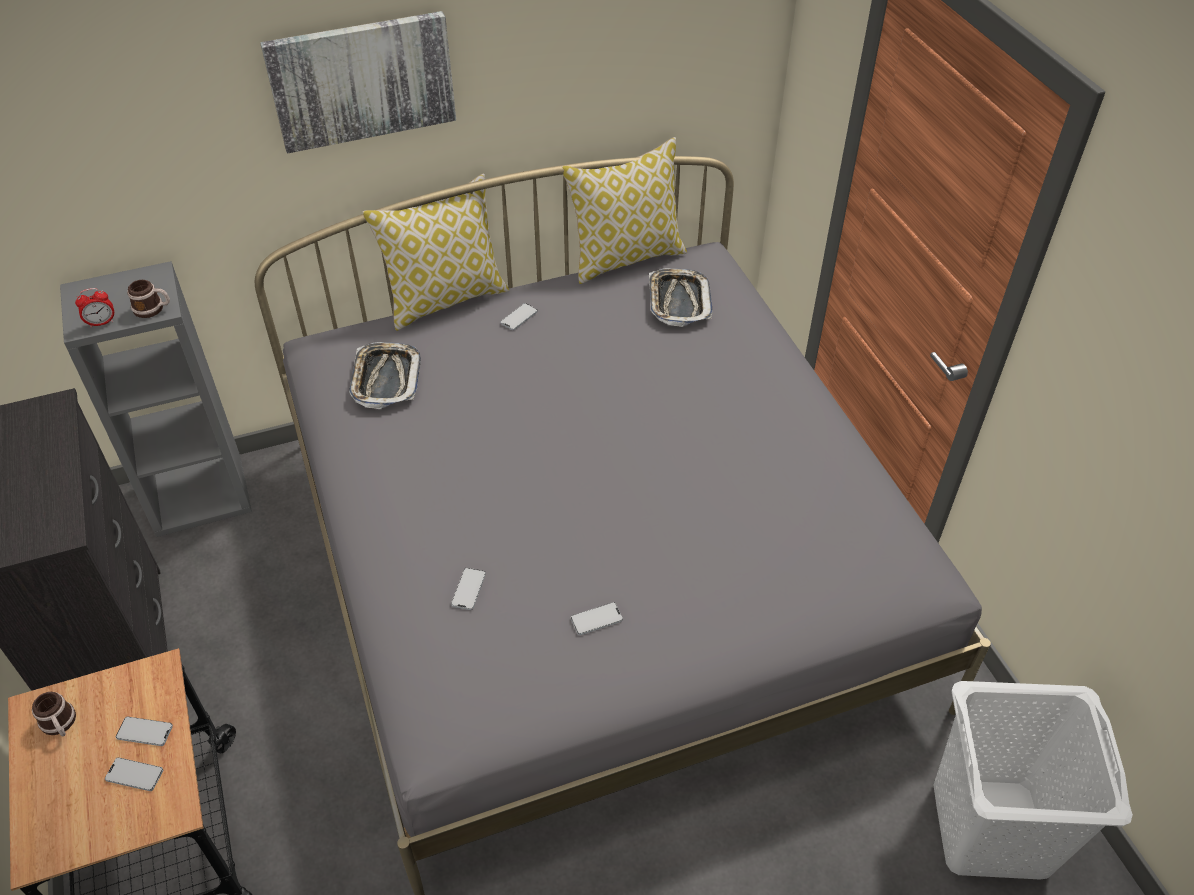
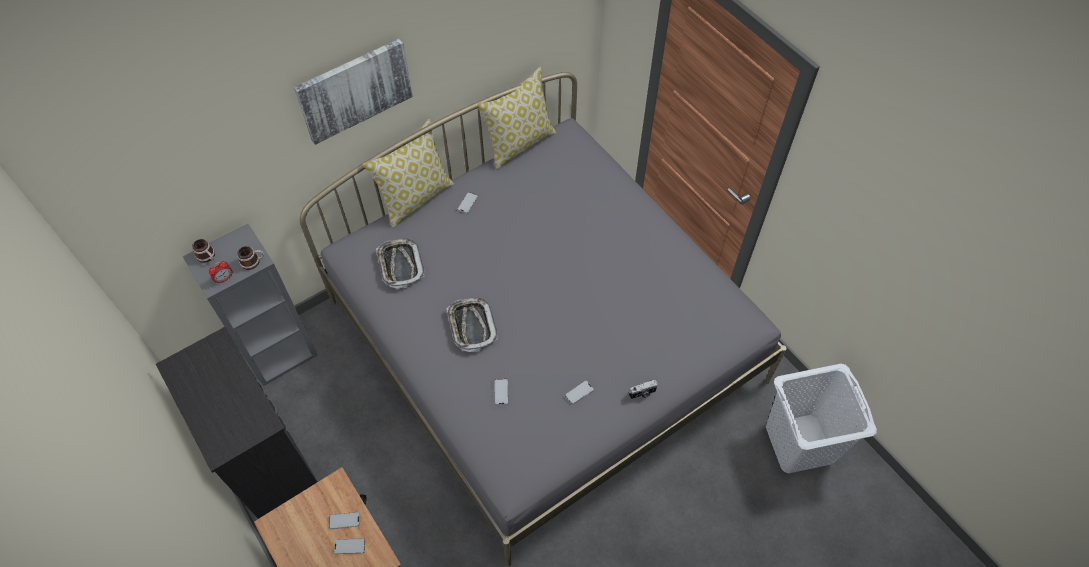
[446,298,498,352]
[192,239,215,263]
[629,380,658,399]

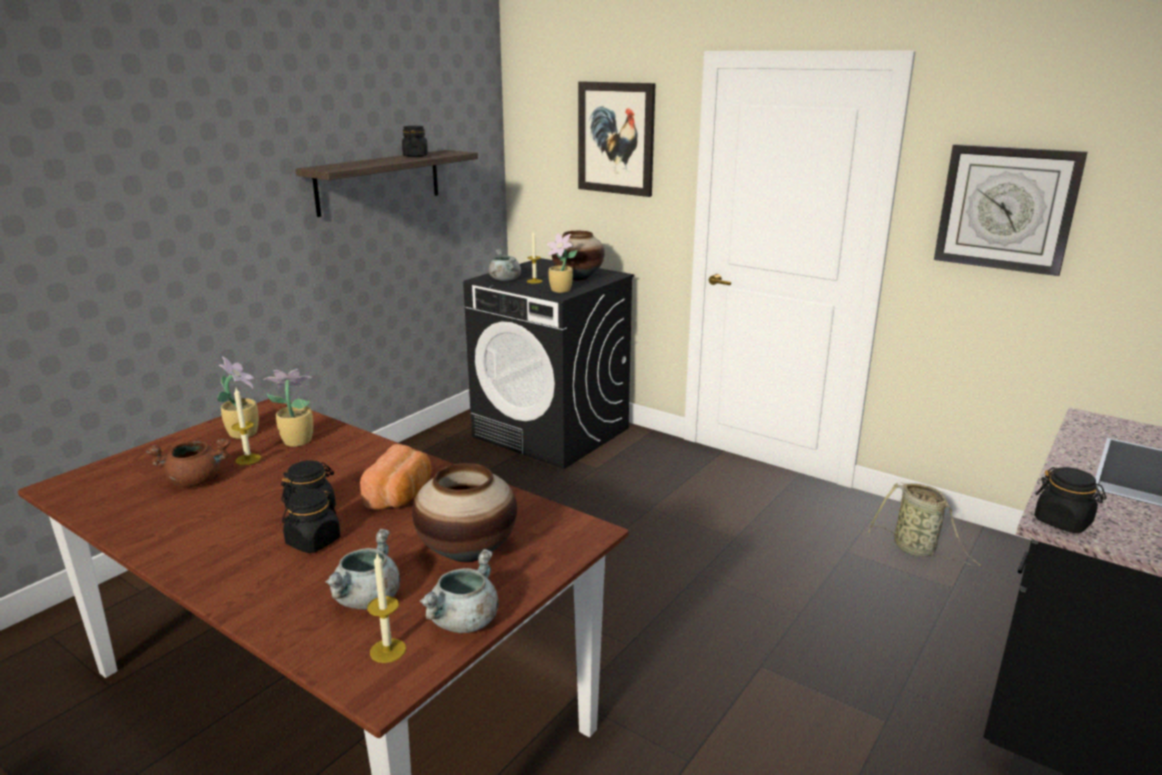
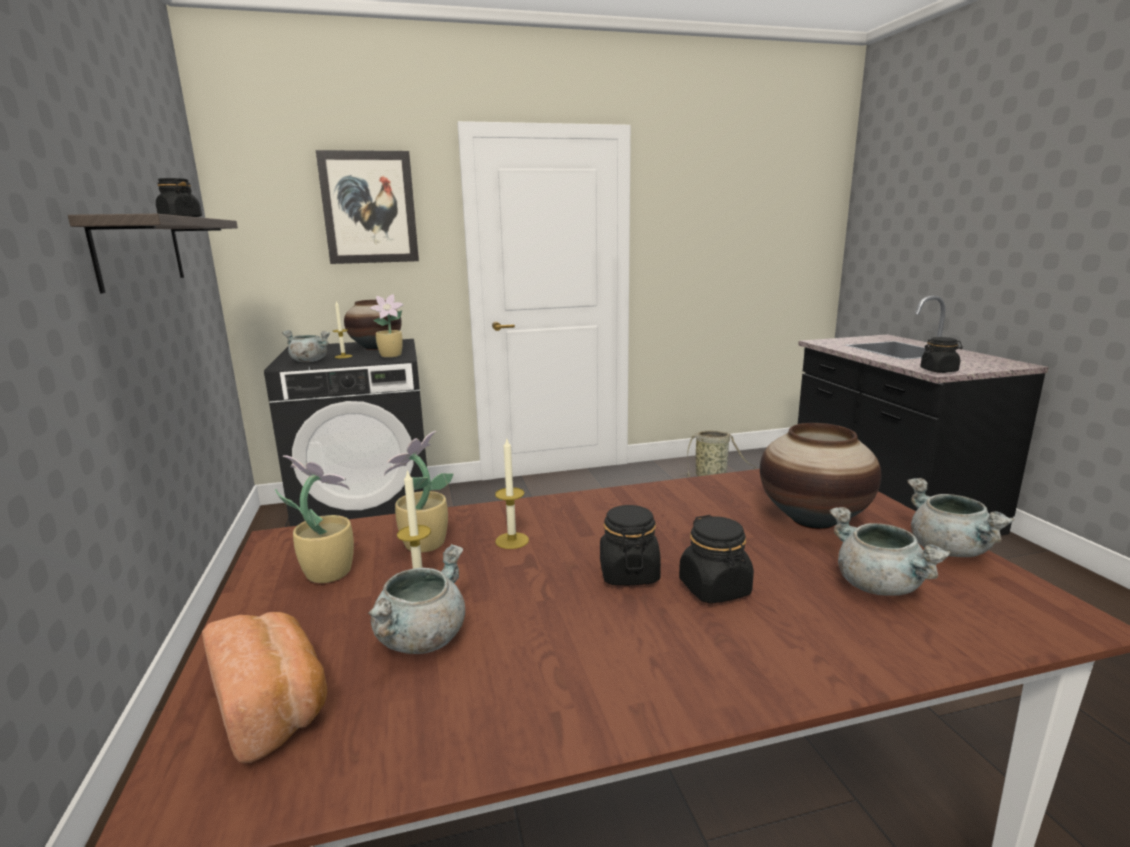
[934,144,1088,276] (first image)
[368,544,465,654]
[202,612,327,763]
[495,439,529,549]

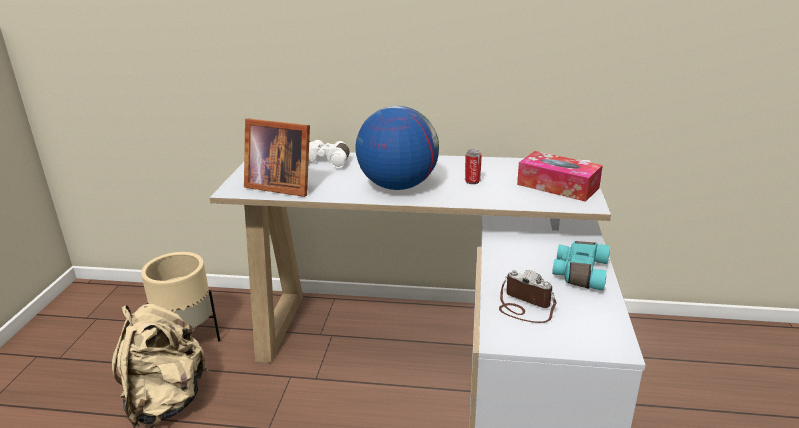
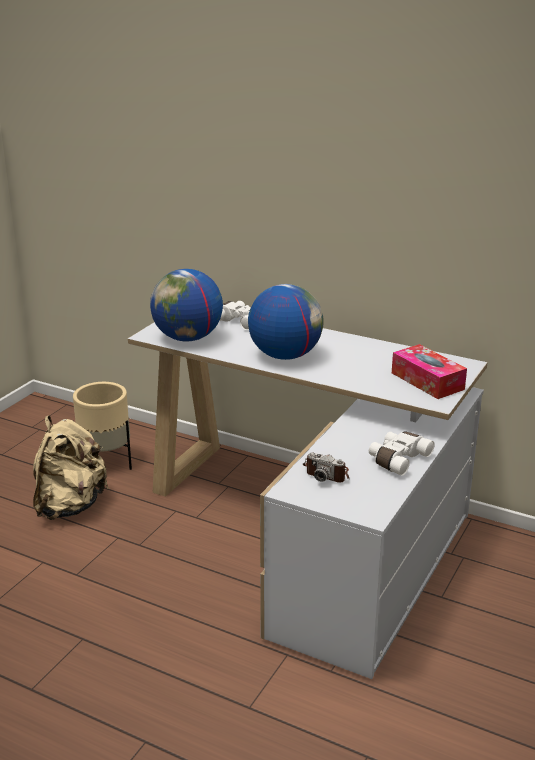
[150,269,223,342]
[465,149,482,184] (first image)
[369,431,435,476]
[303,452,349,483]

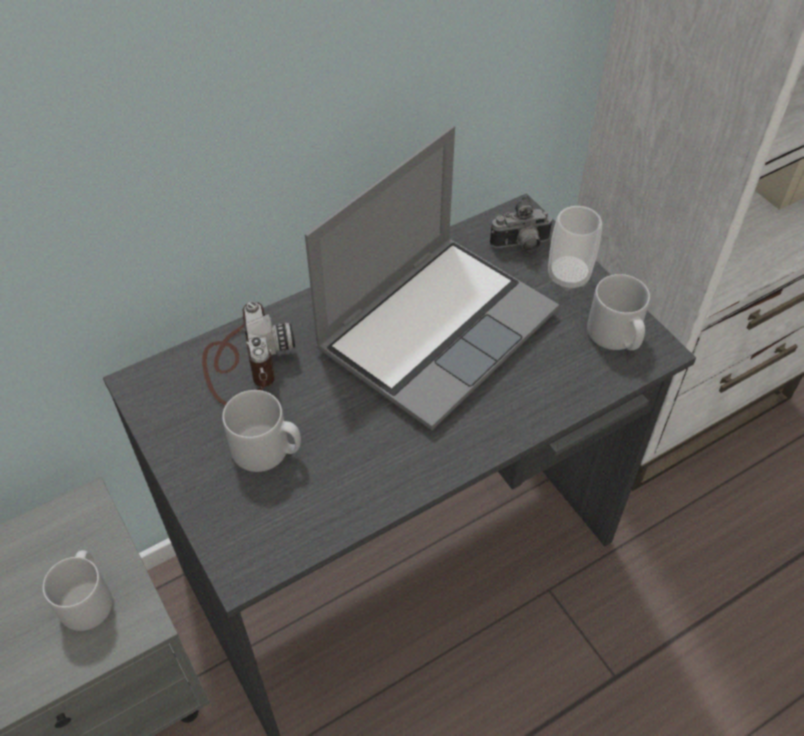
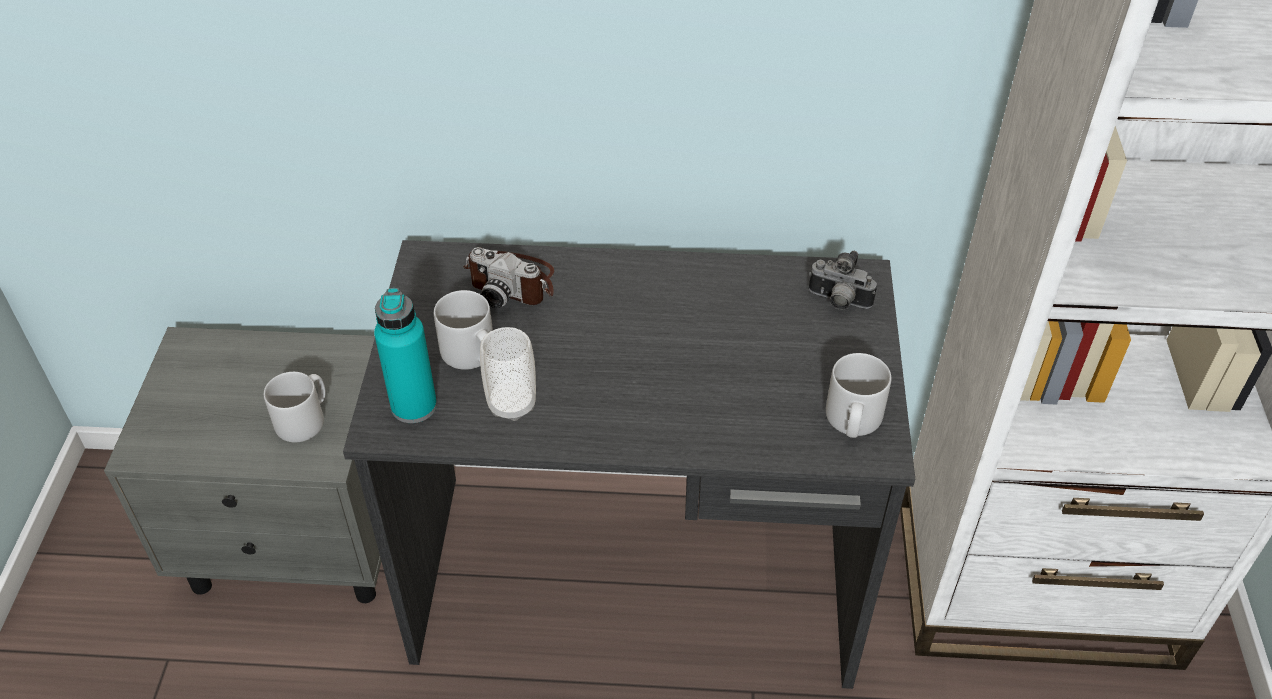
[305,125,559,430] (first image)
[480,327,536,421]
[463,247,554,308]
[374,288,437,423]

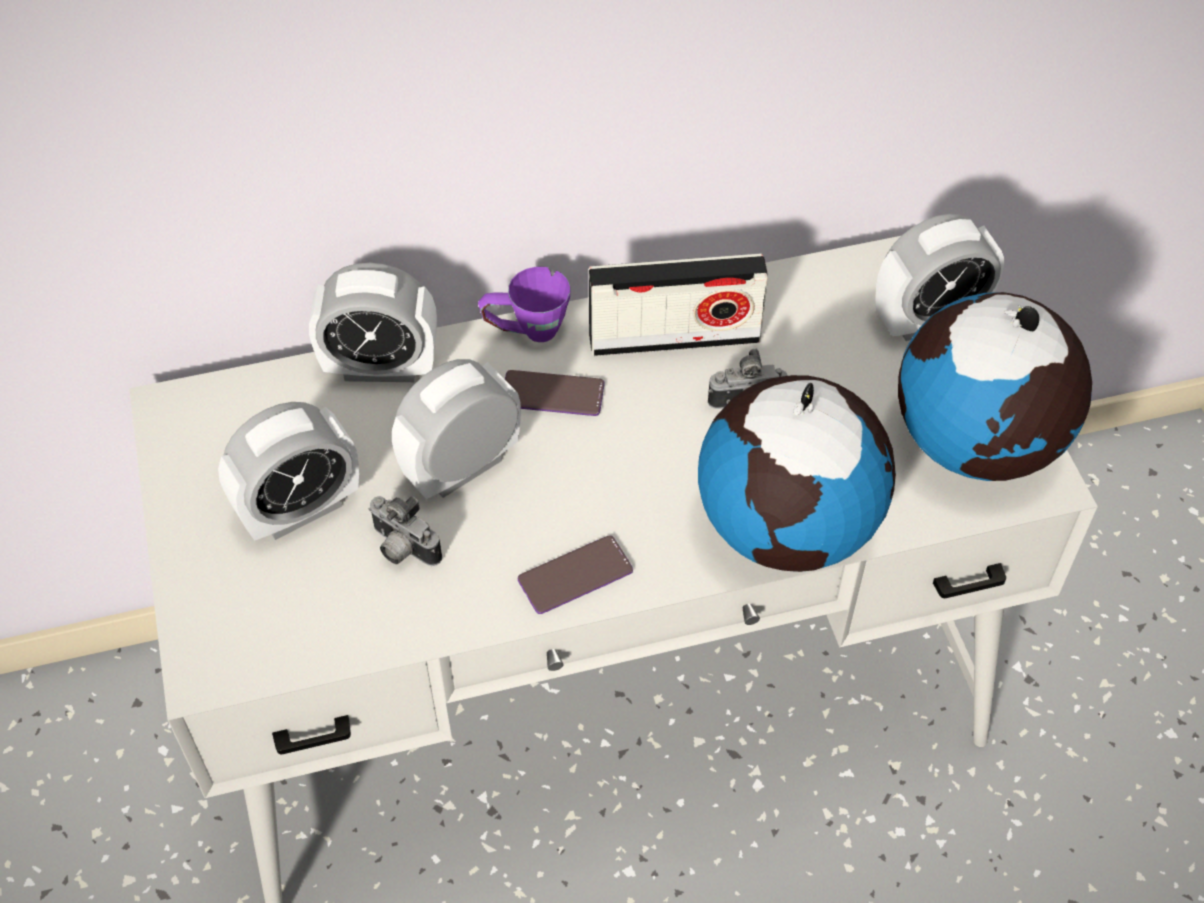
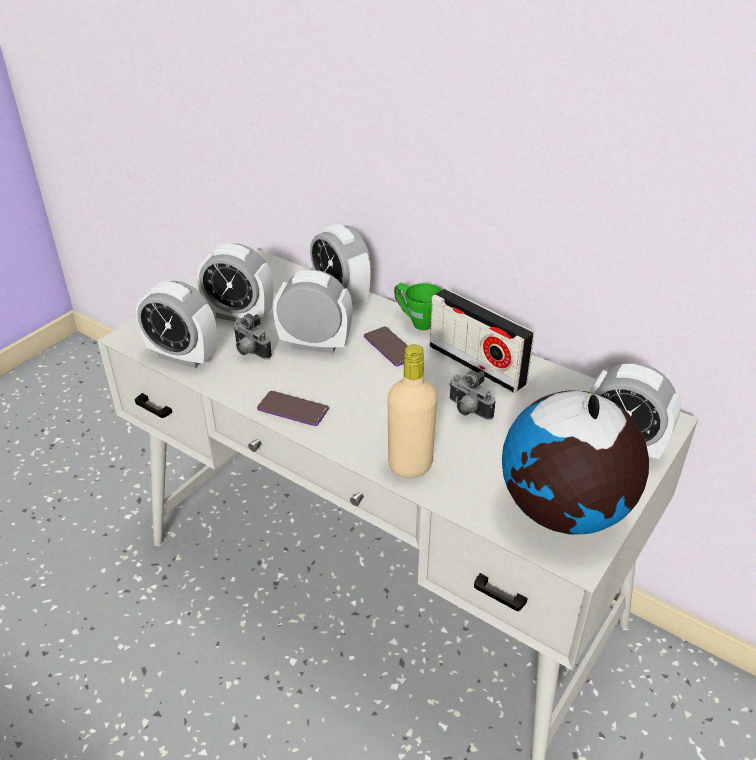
[394,283,441,330]
[388,345,438,478]
[233,314,272,359]
[136,281,217,368]

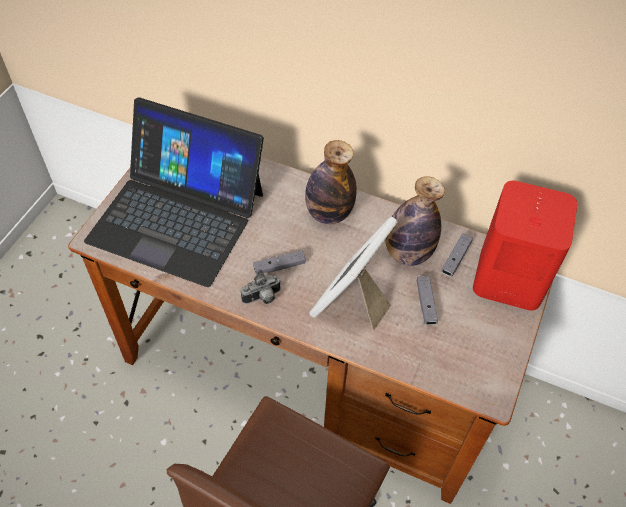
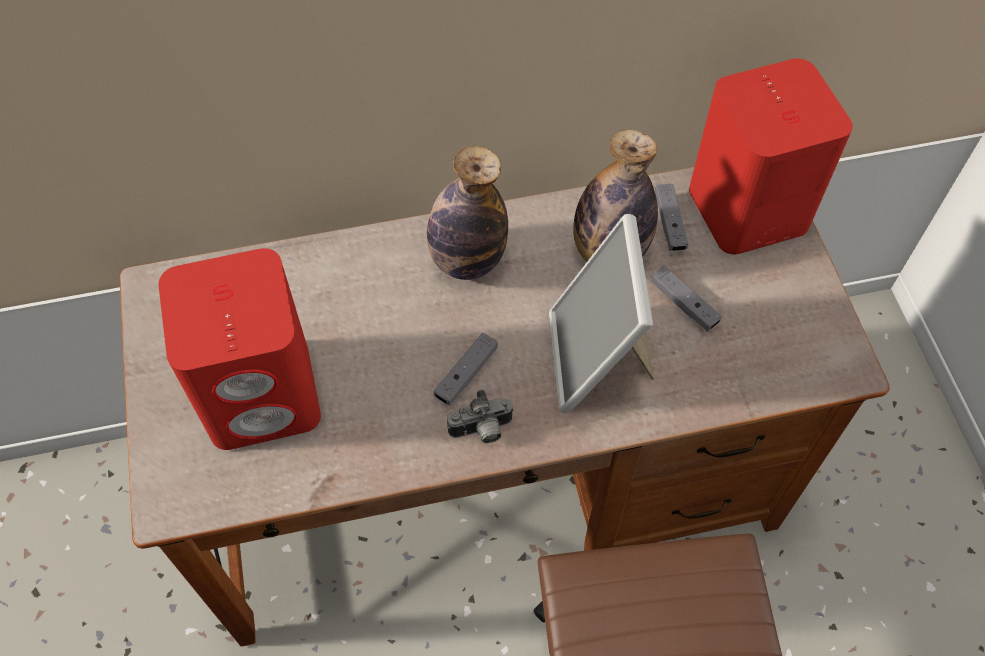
[159,248,321,450]
[447,390,514,443]

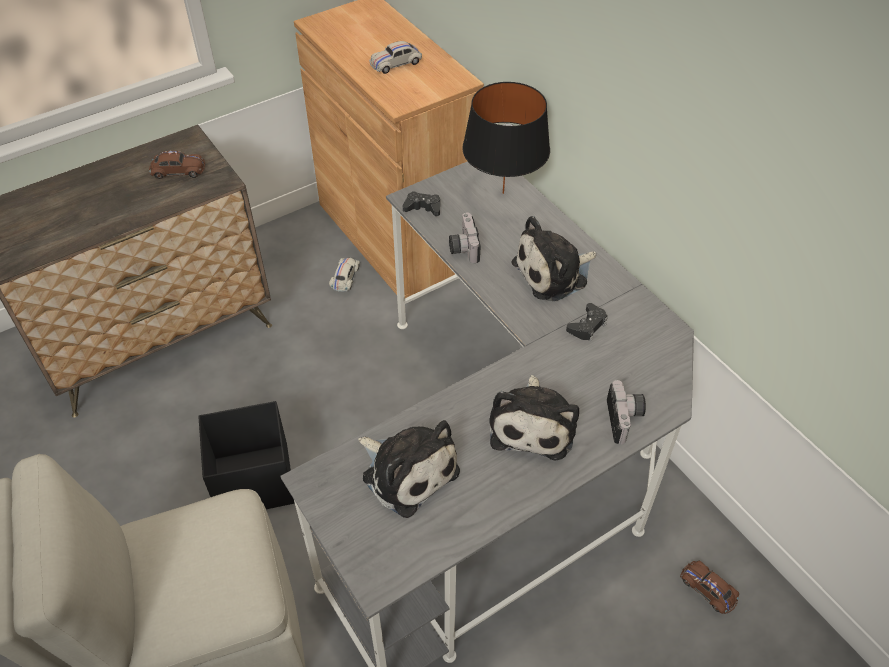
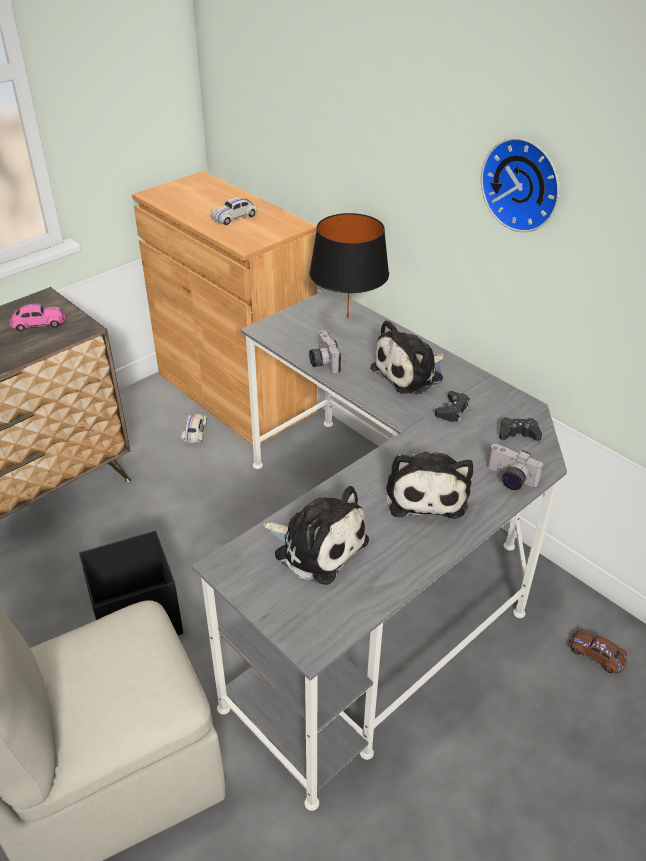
[10,304,65,331]
[499,418,542,441]
[487,444,543,490]
[481,138,560,232]

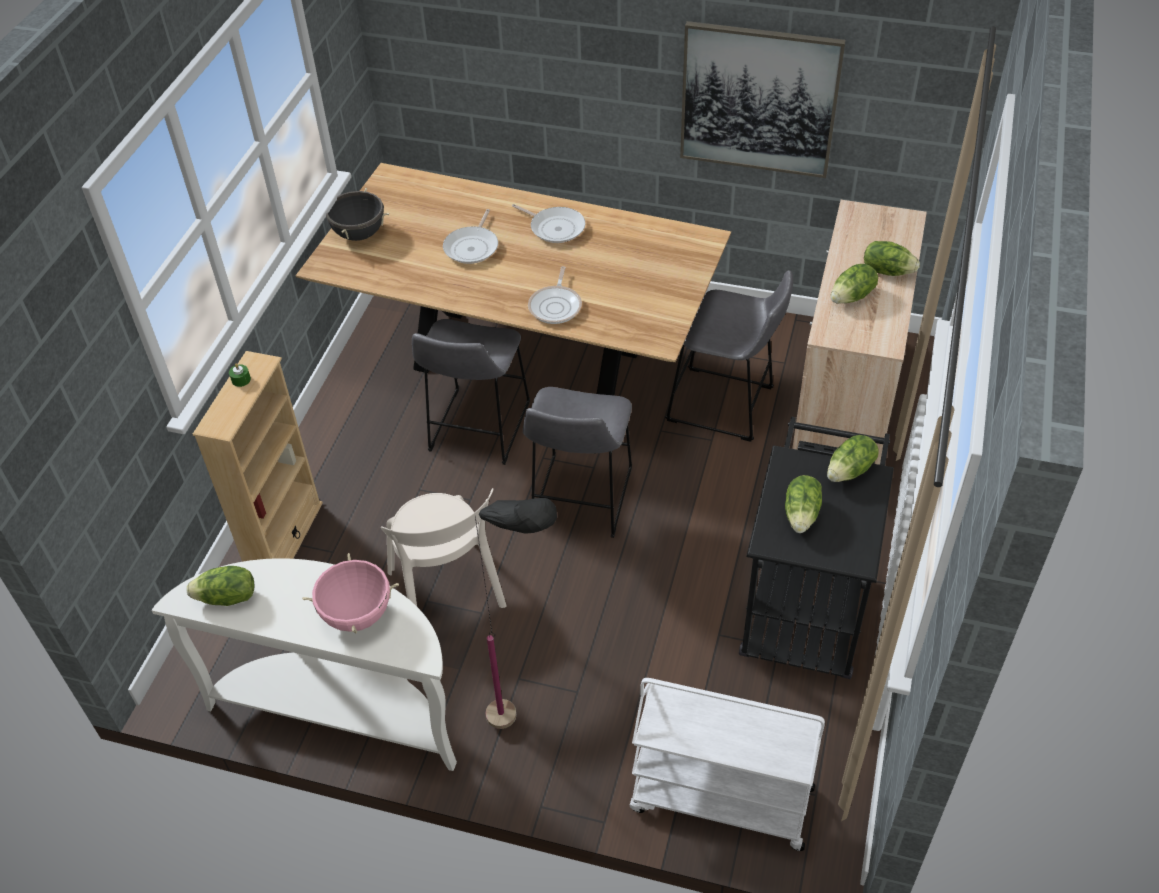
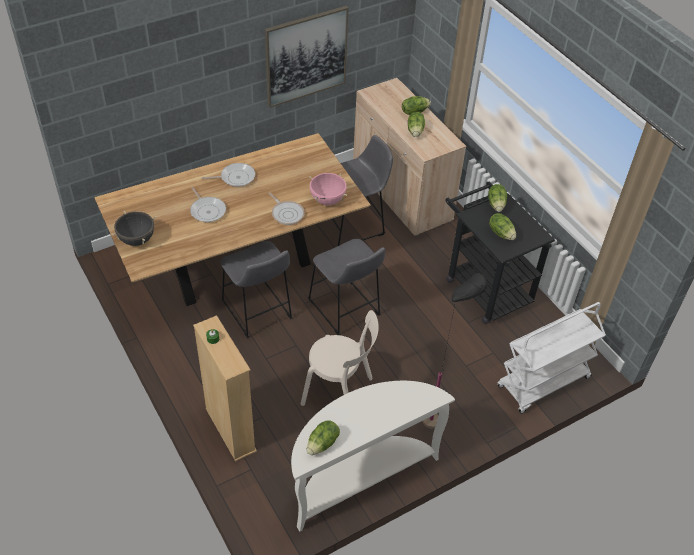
[309,173,347,205]

